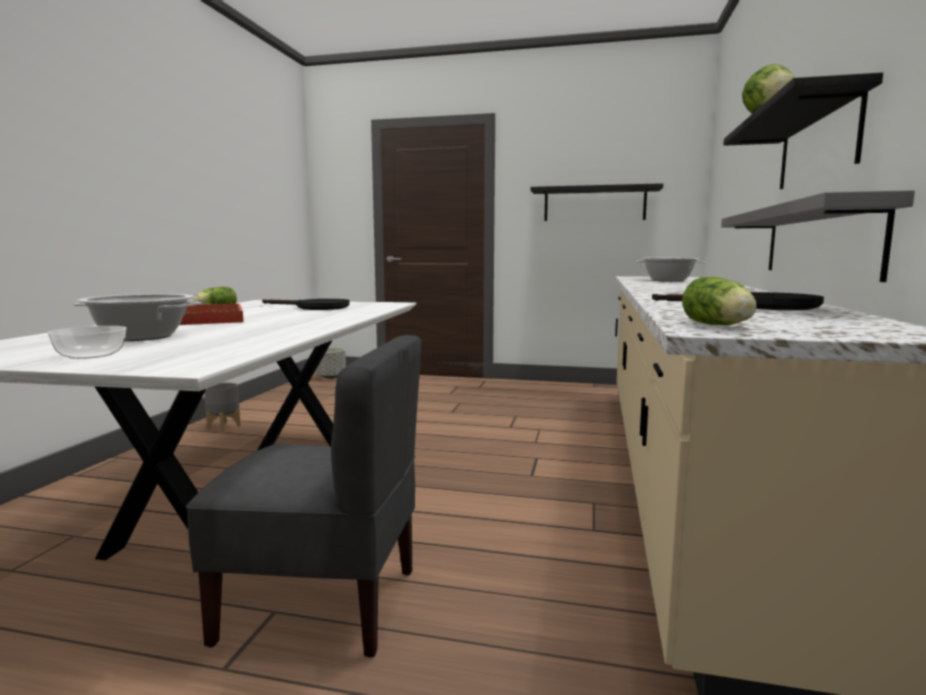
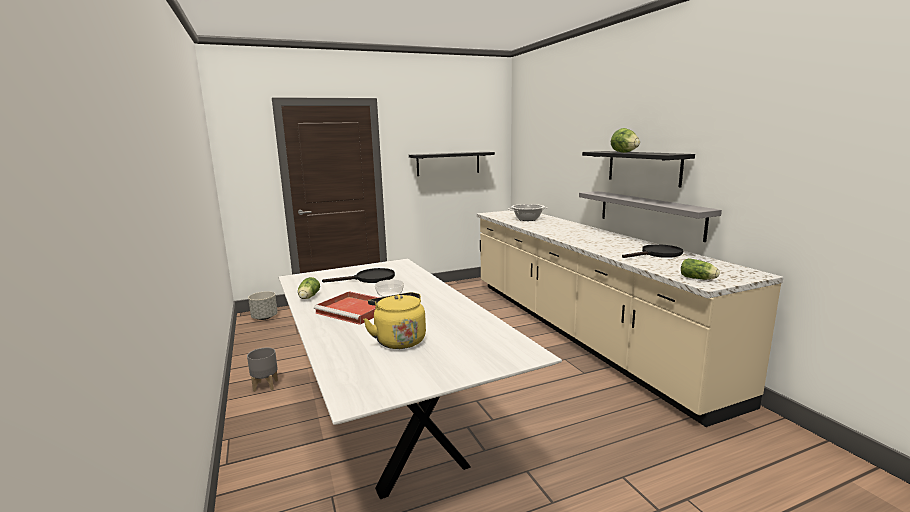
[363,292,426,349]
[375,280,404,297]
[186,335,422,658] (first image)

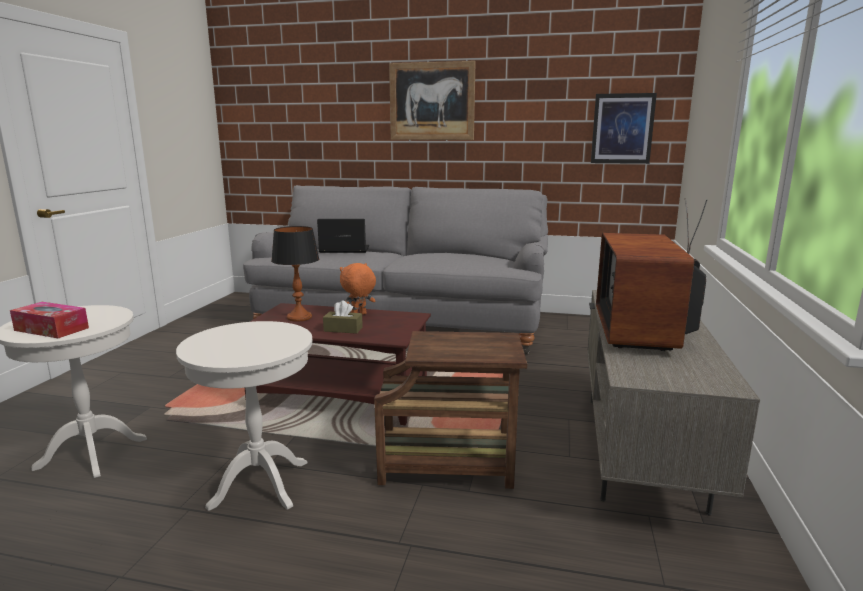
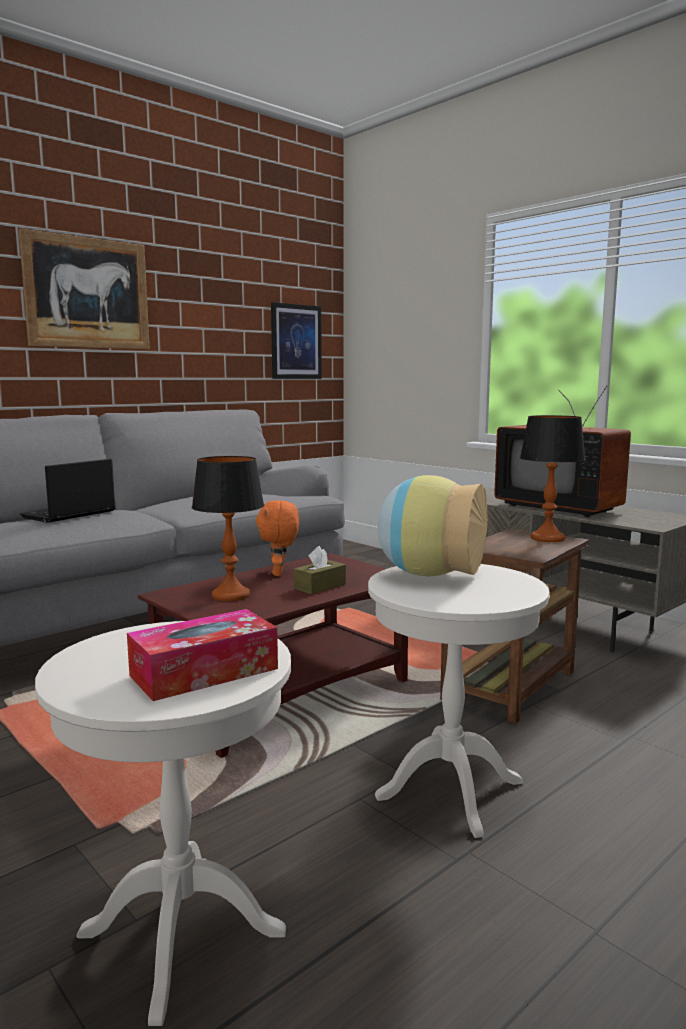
[520,415,586,542]
[378,475,488,576]

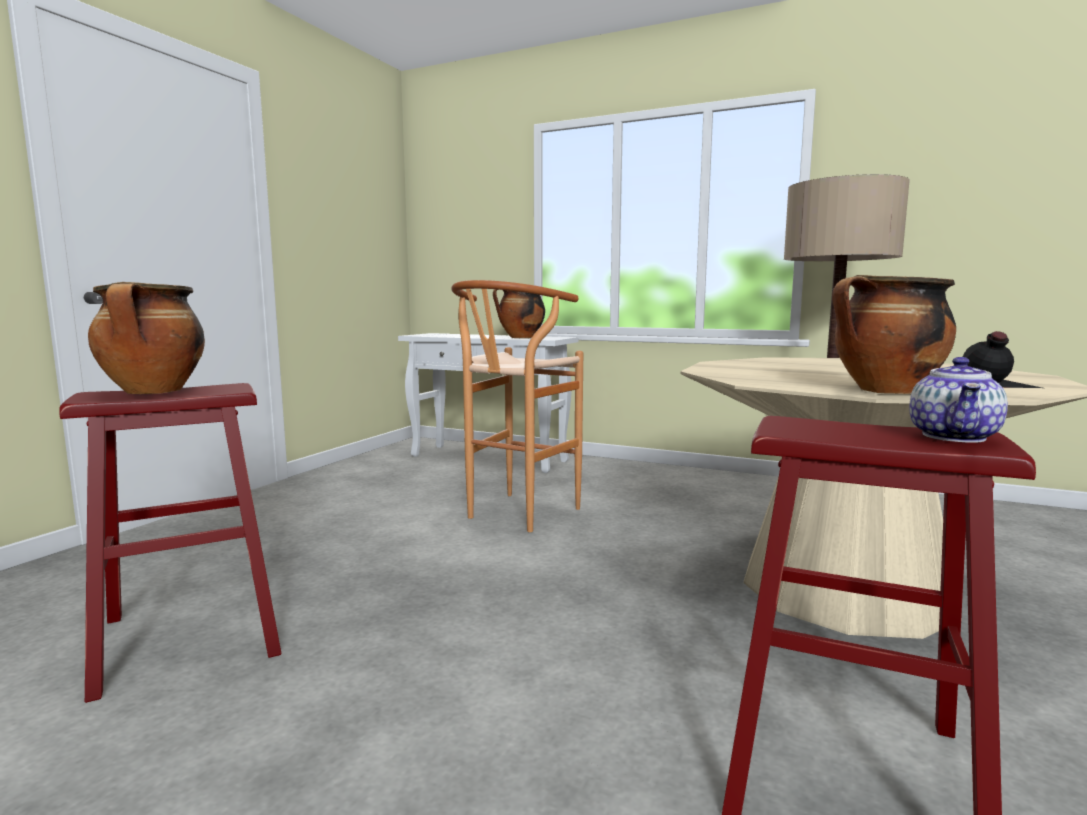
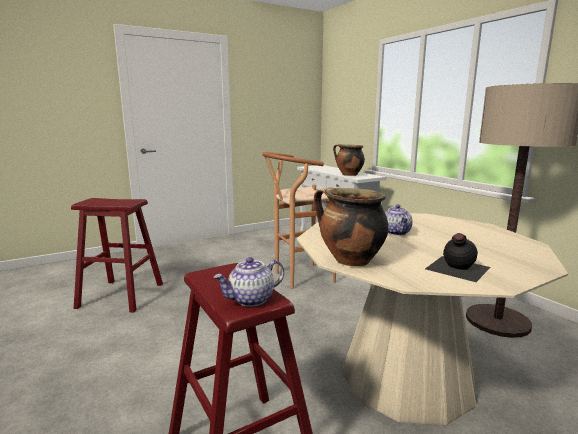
[88,282,205,394] (first image)
[385,204,413,236]

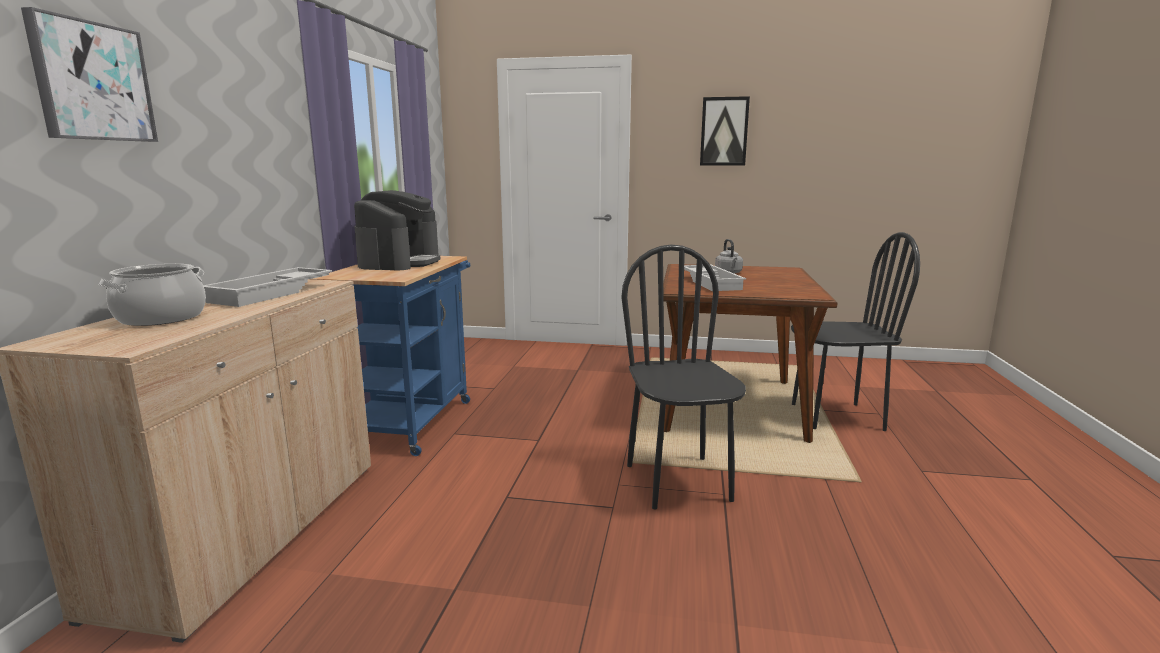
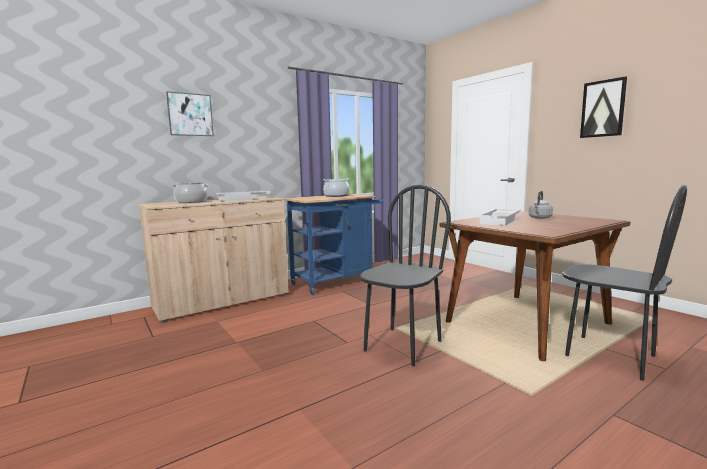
[323,178,350,197]

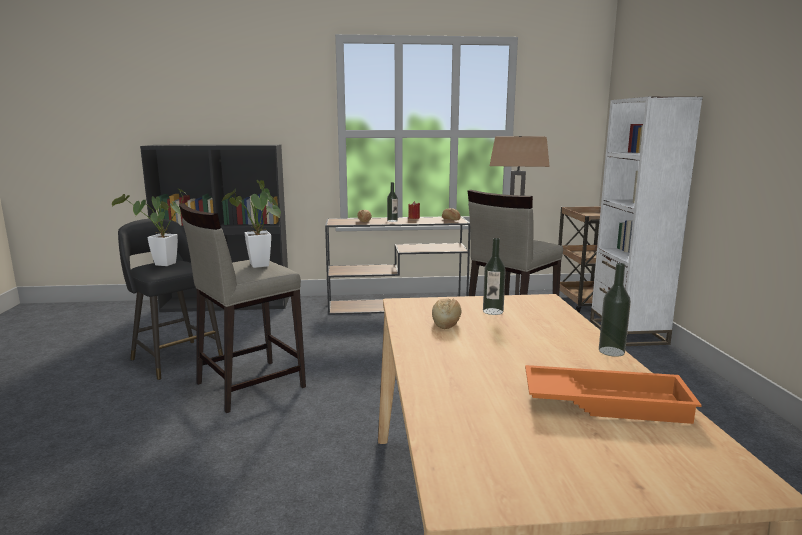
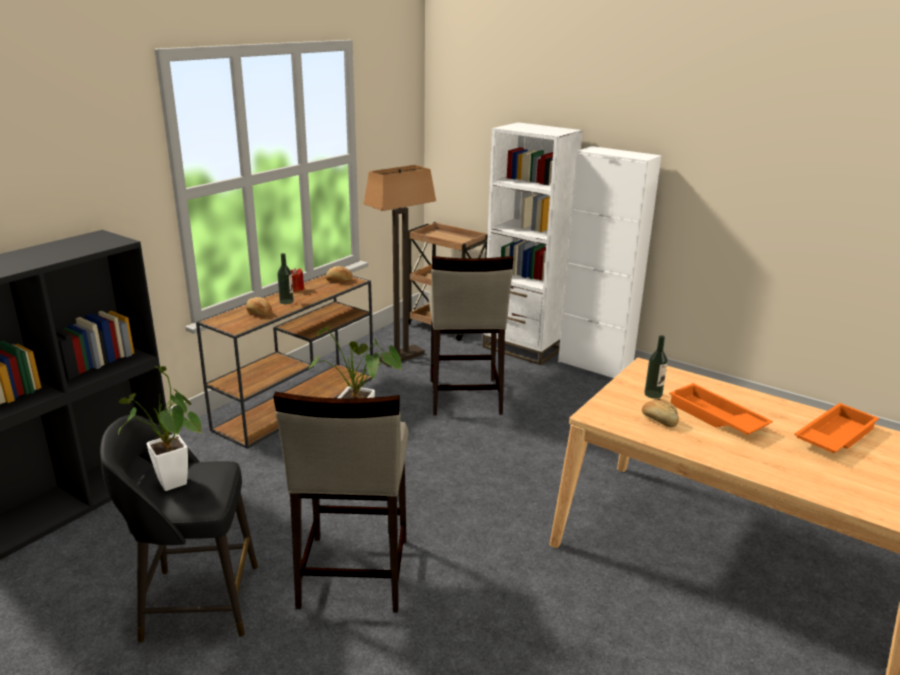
[599,263,631,357] (first image)
[558,146,661,378]
[669,383,773,435]

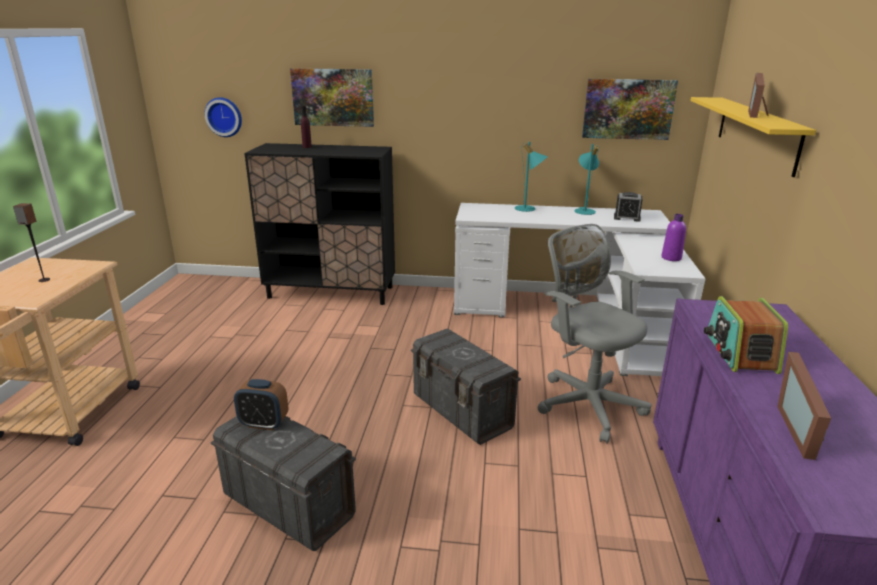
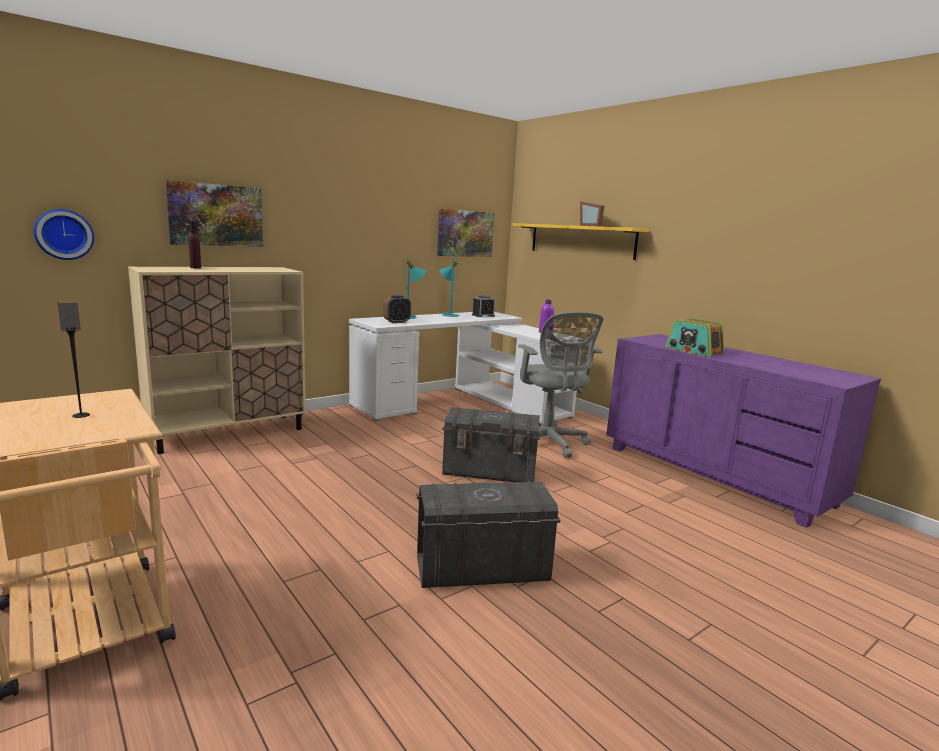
[128,267,306,454]
[518,312,603,458]
[777,352,831,460] (first image)
[383,295,411,323]

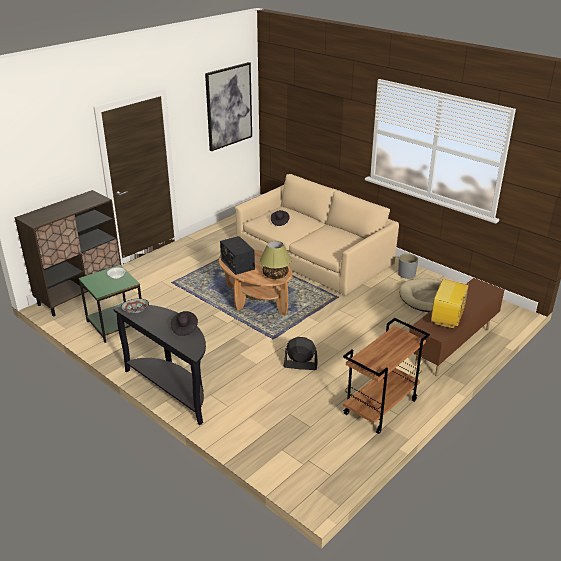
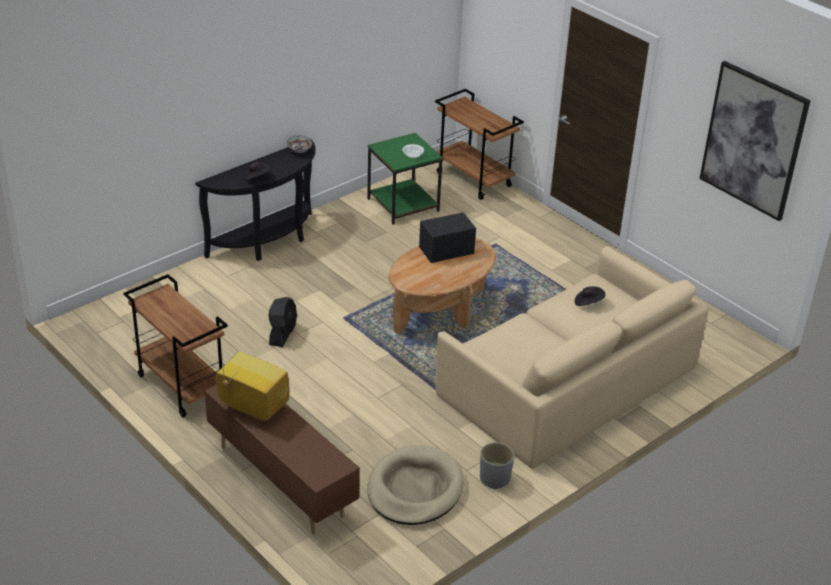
[435,89,524,200]
[259,241,292,279] (first image)

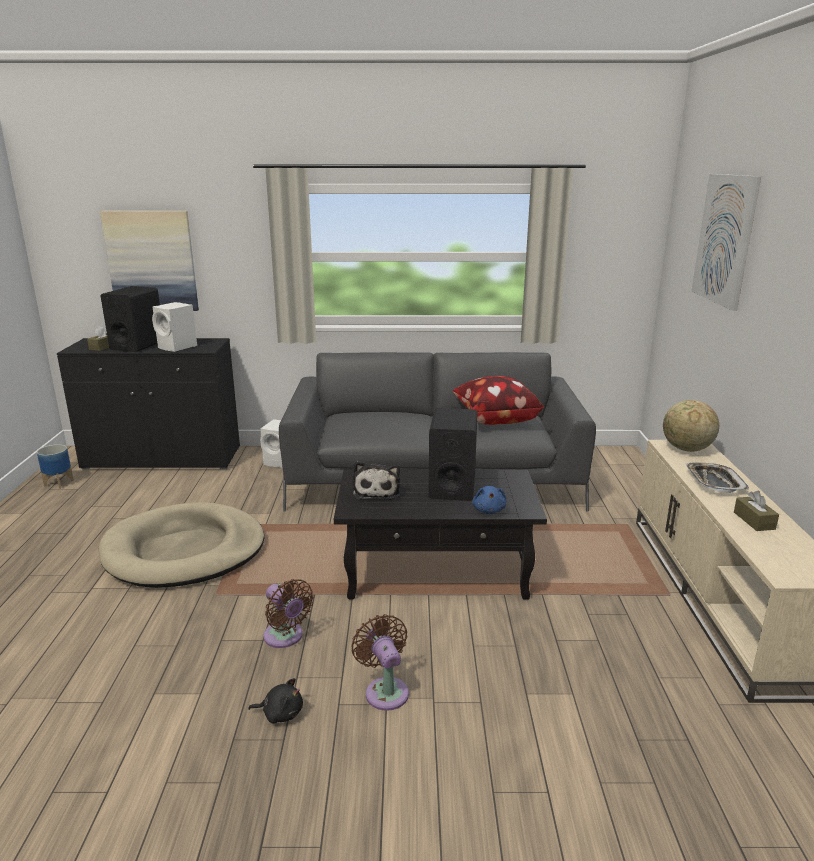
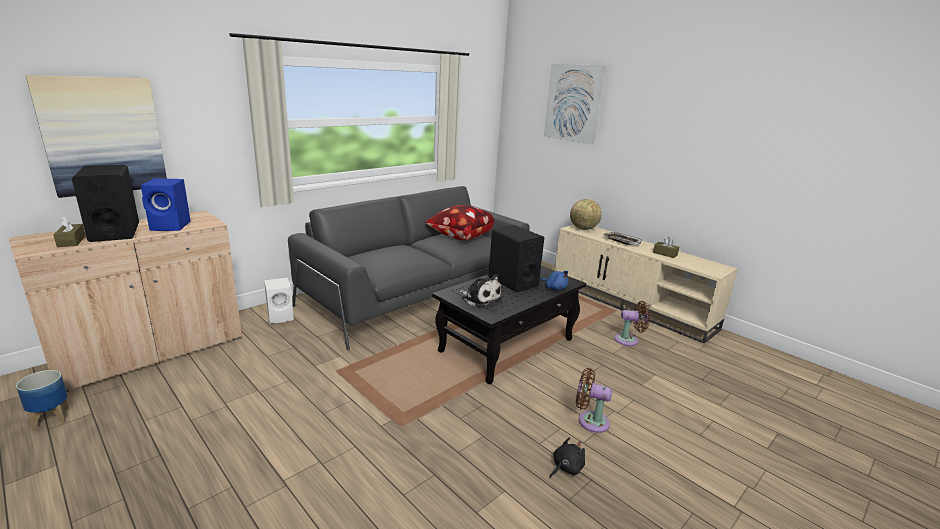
[141,179,191,231]
[9,210,242,392]
[99,502,264,588] (first image)
[614,301,650,346]

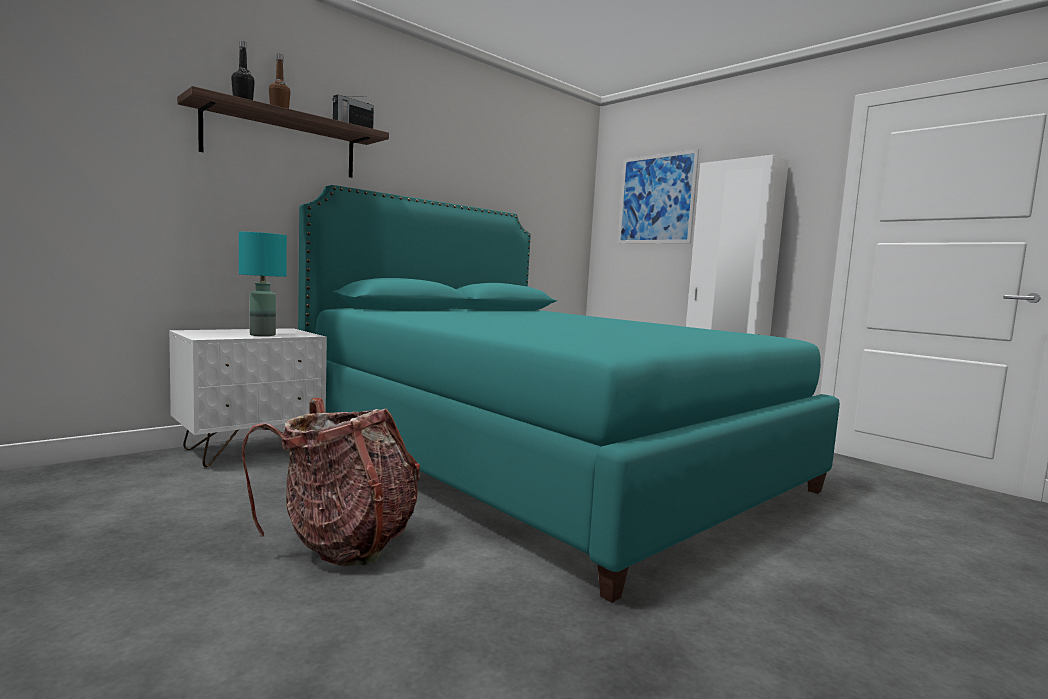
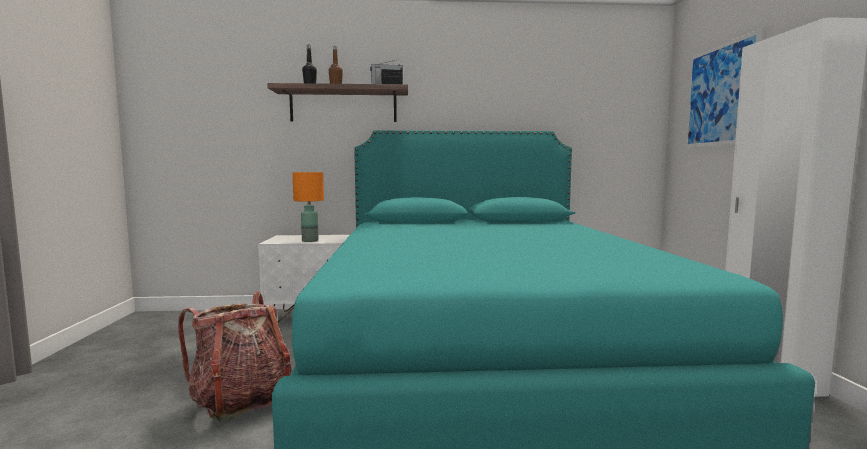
[292,172,324,242]

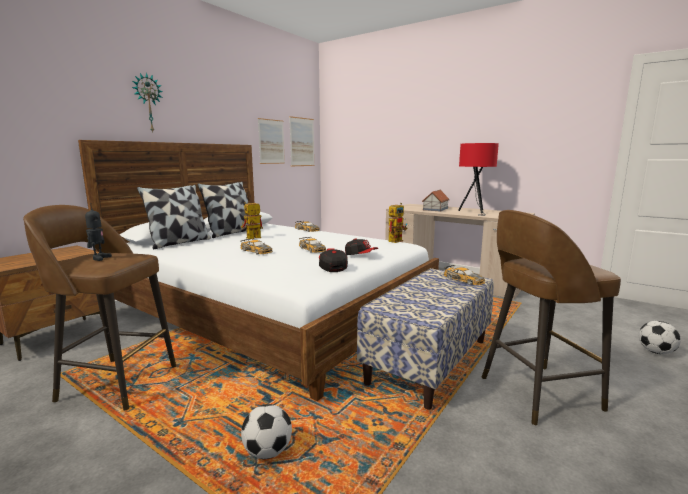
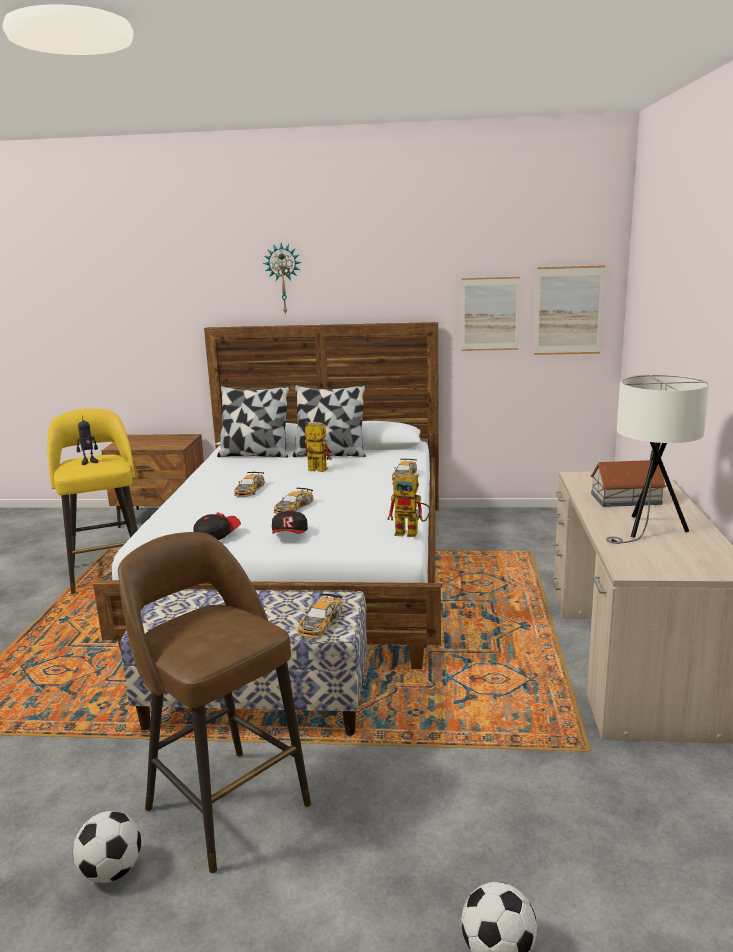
[606,374,709,544]
[47,409,138,594]
[73,811,141,883]

